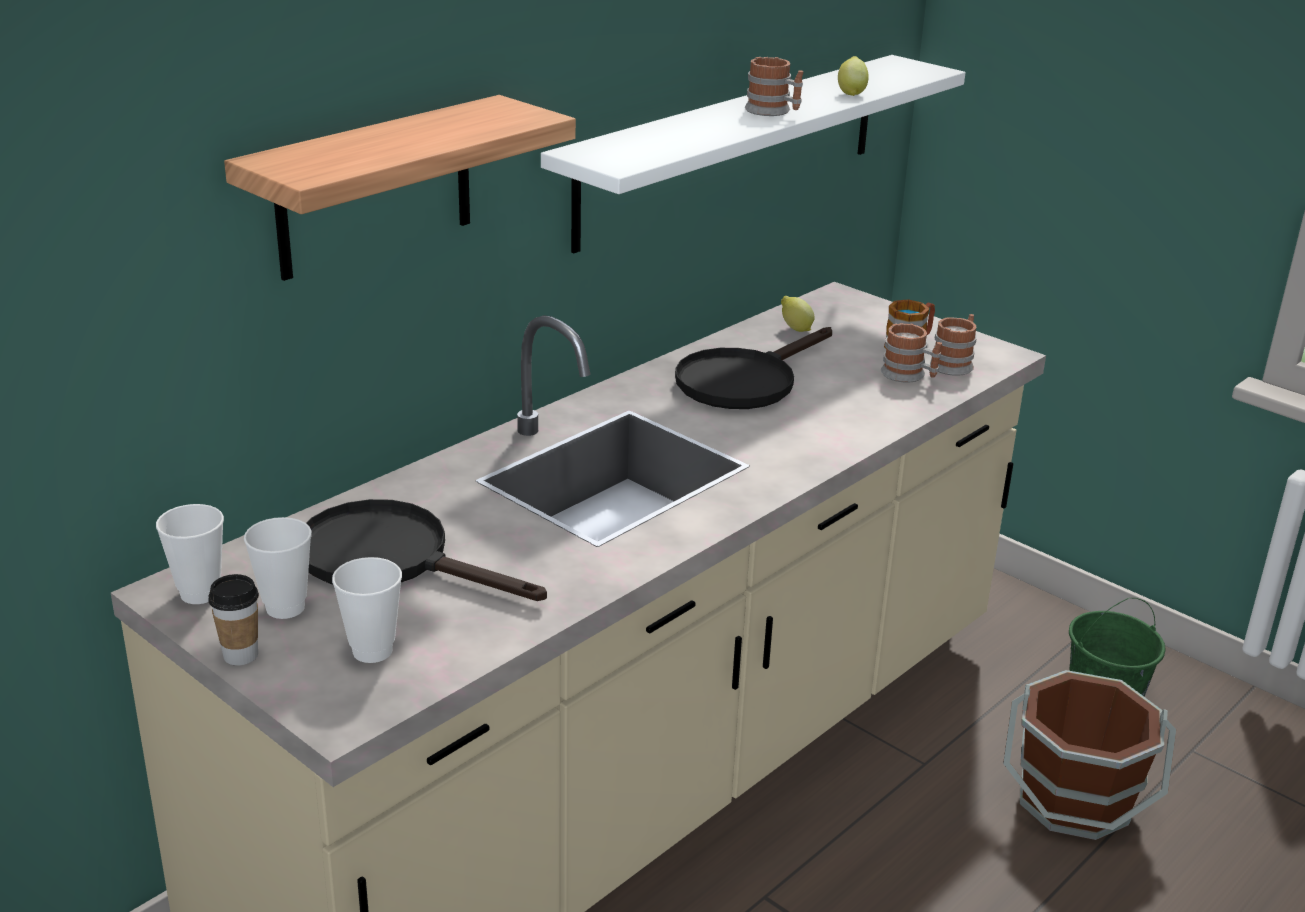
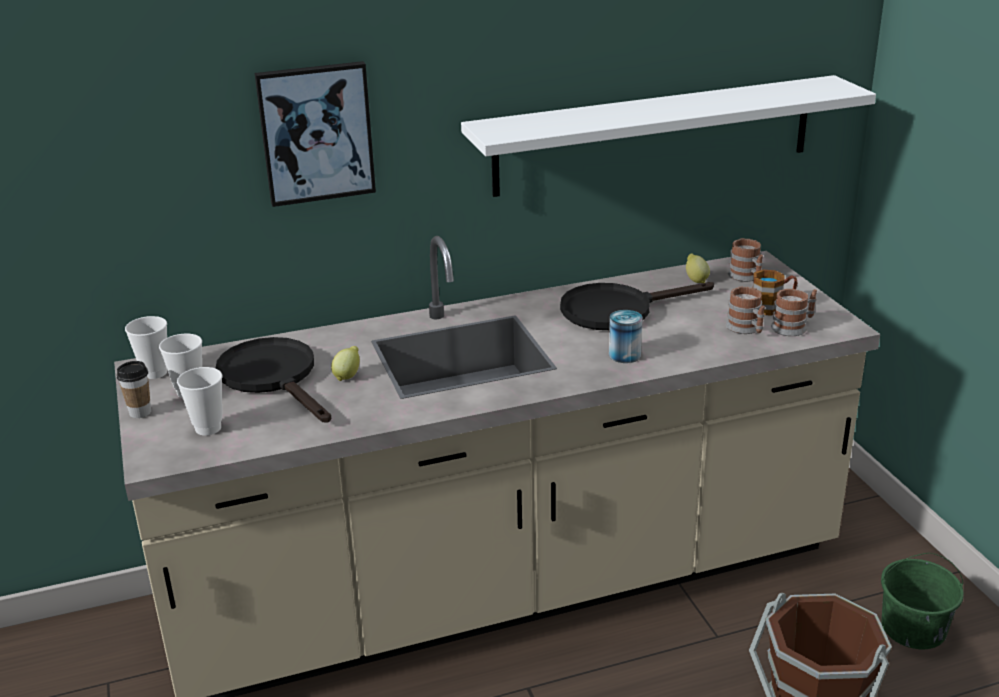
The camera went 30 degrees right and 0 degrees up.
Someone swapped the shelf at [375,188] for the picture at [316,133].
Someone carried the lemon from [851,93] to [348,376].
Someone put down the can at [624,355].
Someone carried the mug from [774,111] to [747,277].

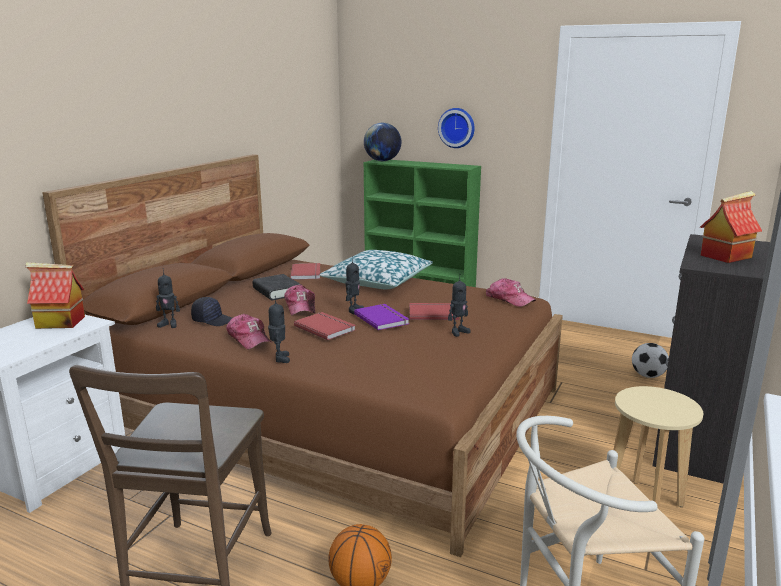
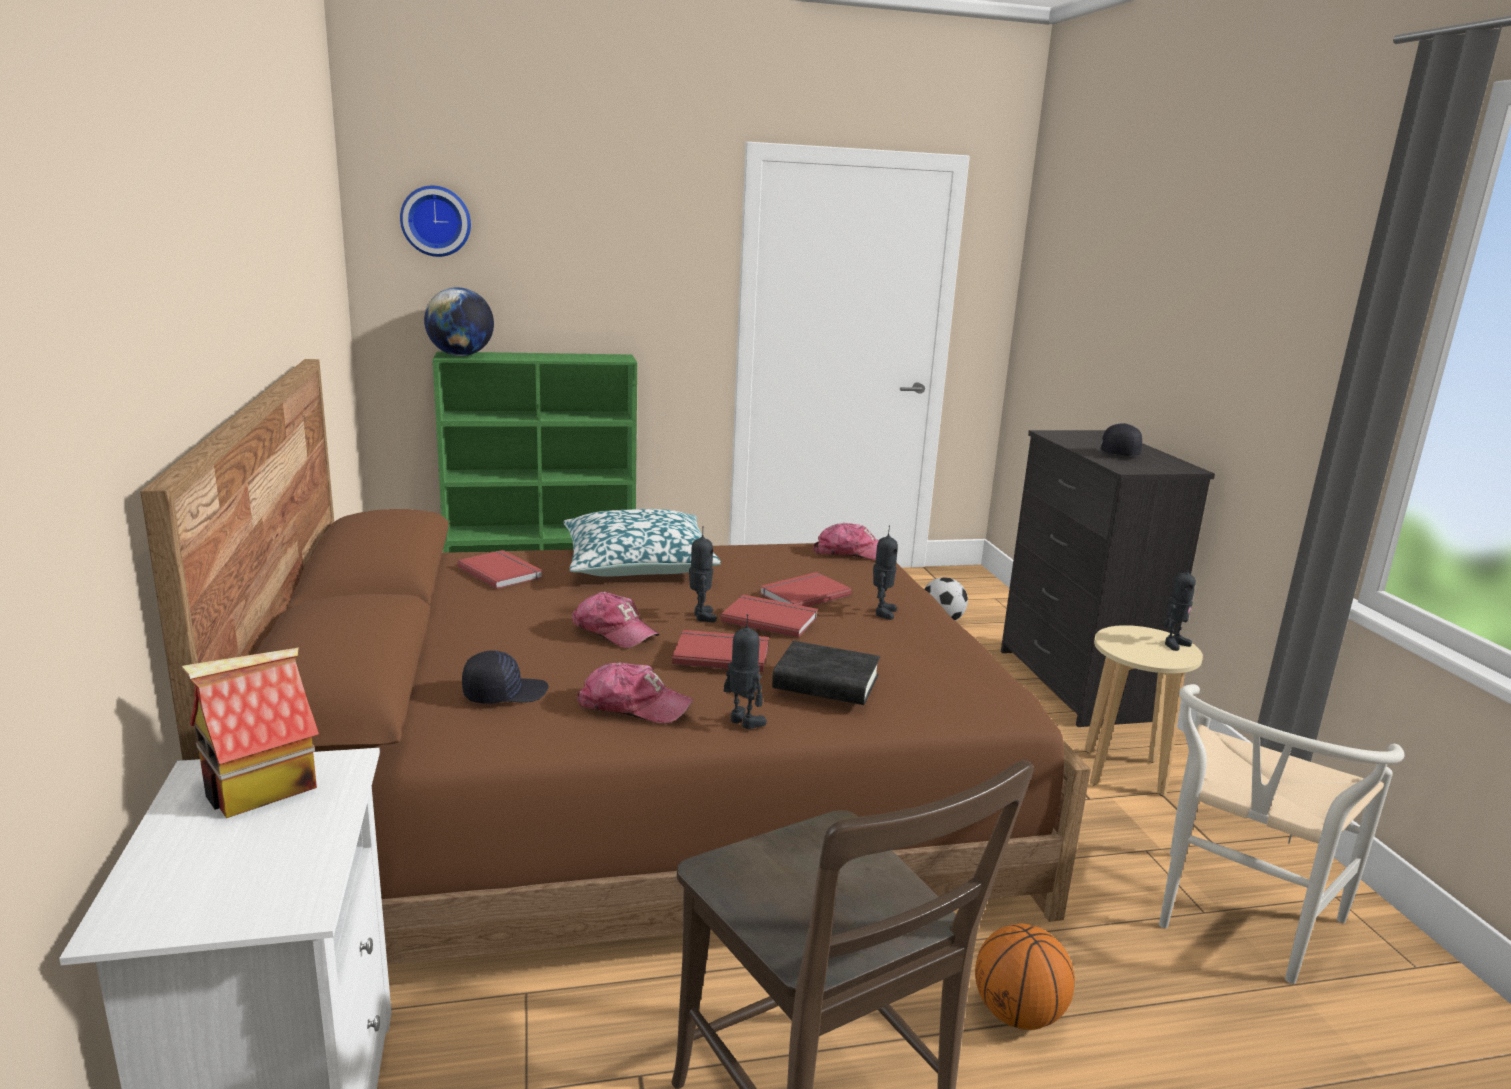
The camera went 40 degrees left and 0 degrees up.
Someone carried the wall clock from [457,127] to [436,221].
Someone repainted the purple book at [382,318], which became the red book at [770,618].
Someone carried the black book from [277,291] to [826,682].
Someone swapped the toy house at [725,256] for the black cap at [1119,453].
Someone carried the toy robot from [169,324] to [1173,644].

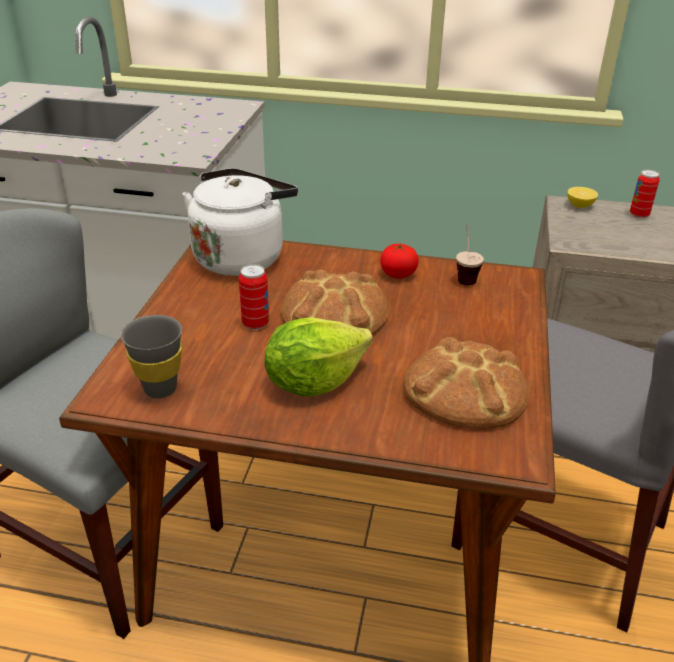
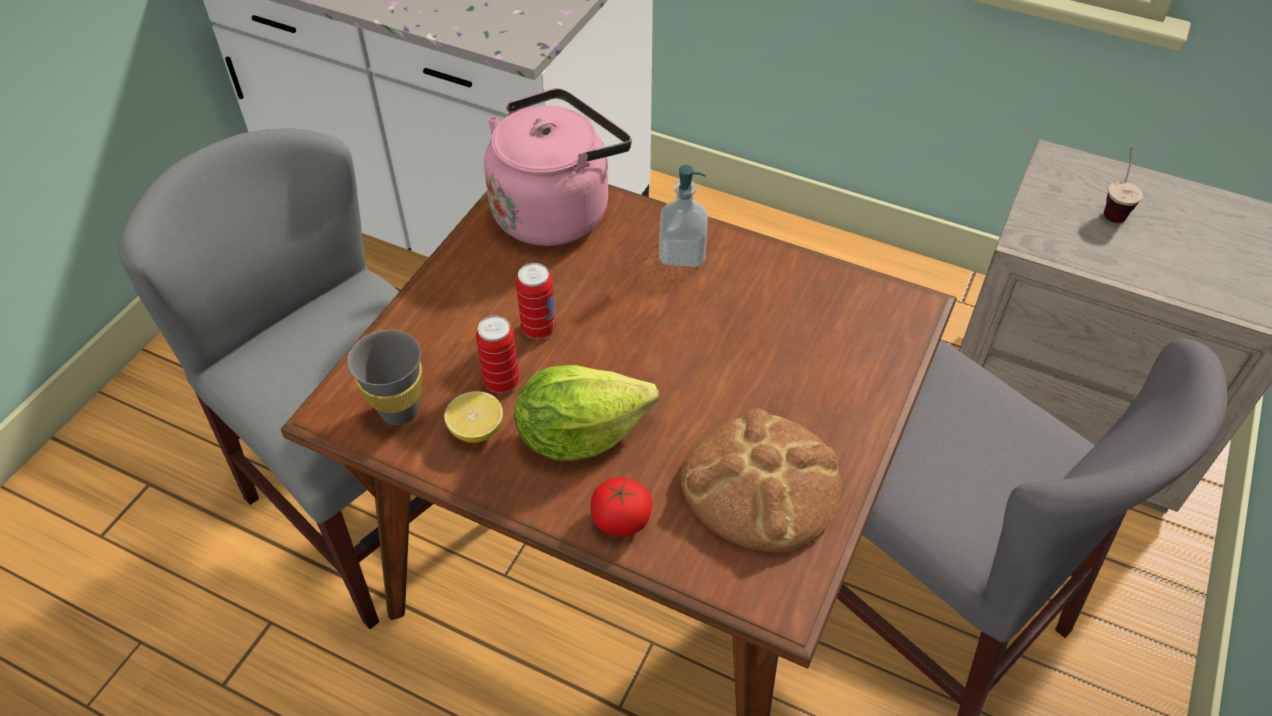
The camera went 15 degrees right and 15 degrees up.
Someone carried the lemon from [580,205] to [476,430].
Someone carried the can from [639,215] to [502,382].
Someone repainted the white kettle at [241,256], which became the pink kettle at [556,210].
Someone carried the tomato from [398,274] to [621,520].
Someone put down the soap dispenser at [682,253].
Someone carried the cup from [465,275] to [1114,207].
Someone took away the bread at [335,313].

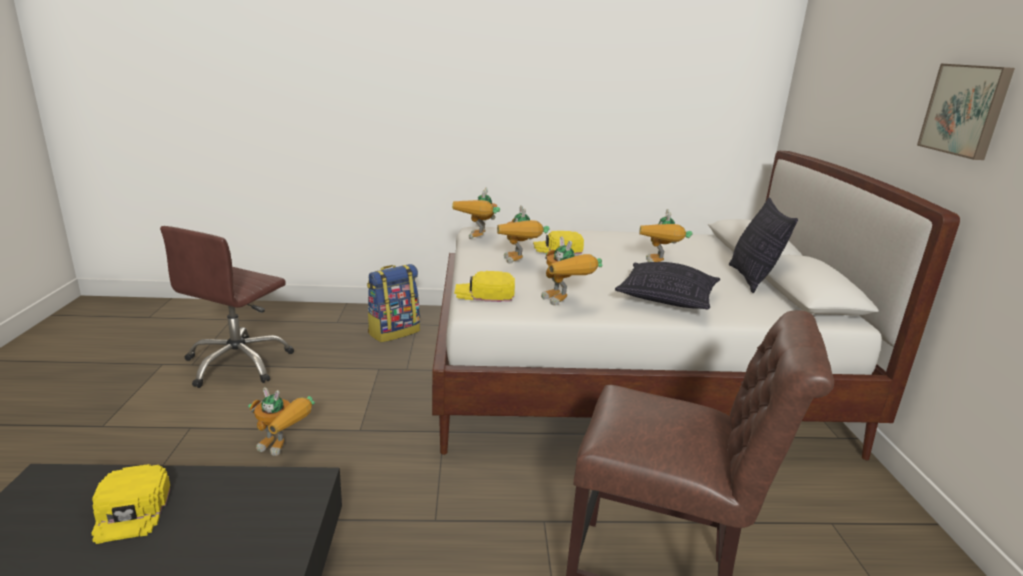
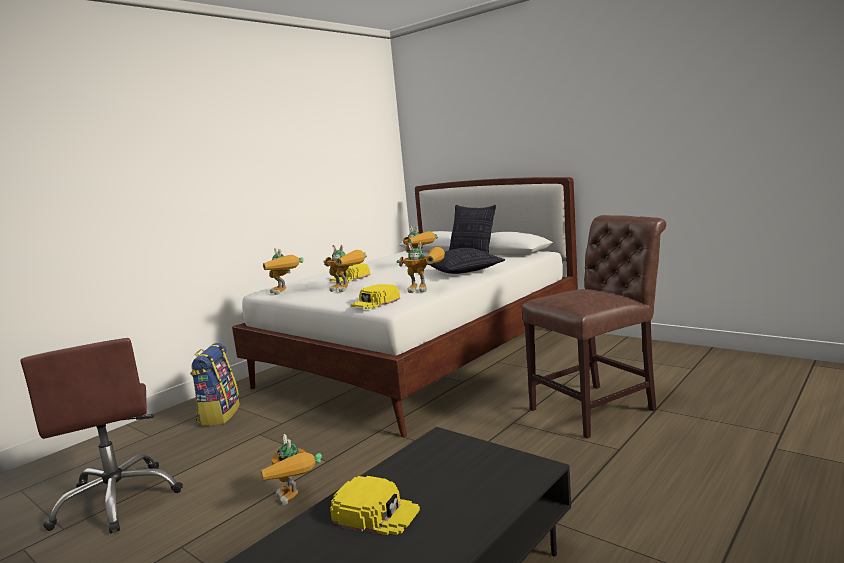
The camera went 45 degrees left and 10 degrees down.
Someone rotated the toy robot at [284,447] by 90 degrees clockwise.
Someone took away the picture at [966,110].

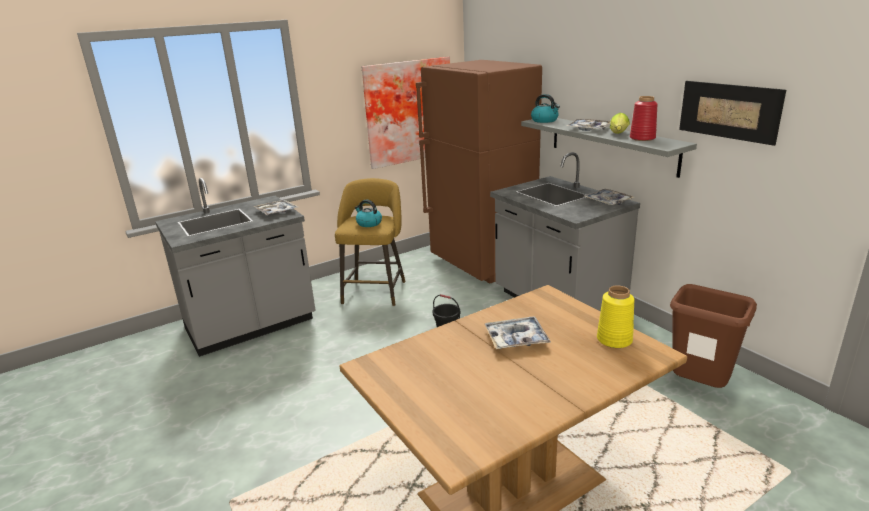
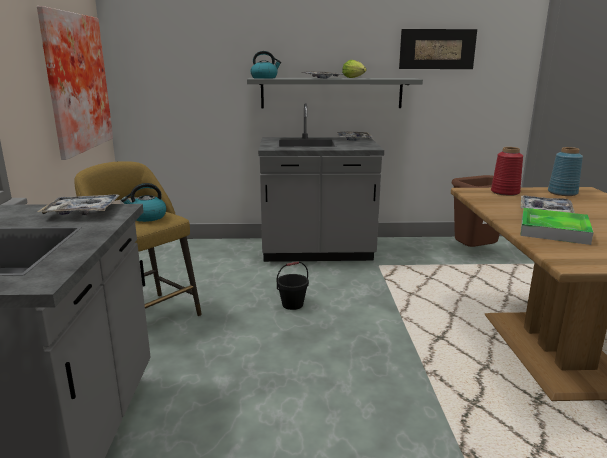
The camera went 60 degrees left and 5 degrees down.
Someone carried the red vase from [642,138] to [504,192].
Someone put down the tray at [553,230].
Someone repainted the yellow vase at [614,339], which became the blue vase at [562,193].
Someone took away the brown fridge at [482,264].

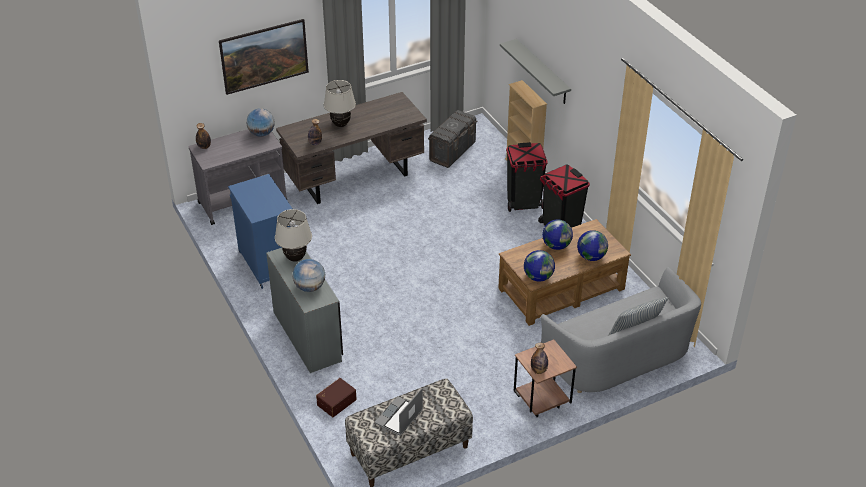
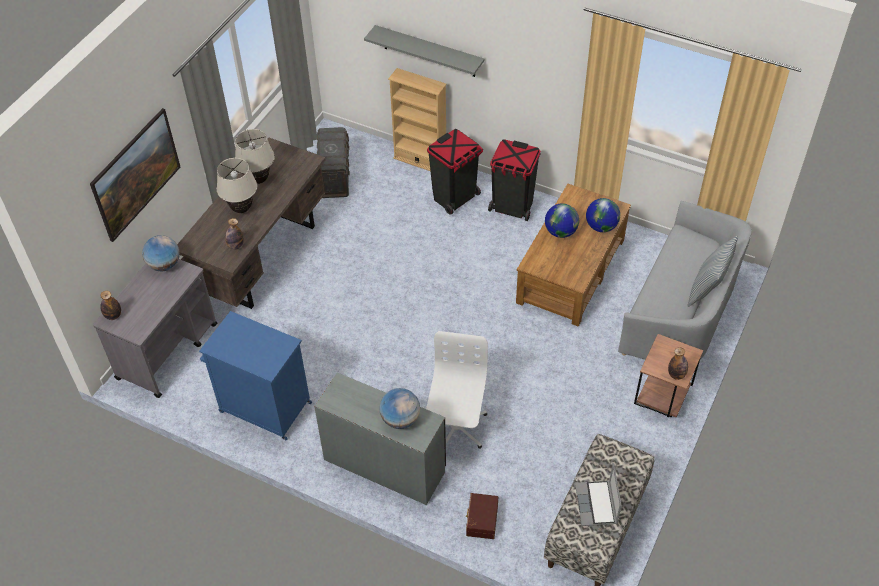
The camera went 35 degrees left and 10 degrees up.
Someone carried the beige table lamp from [295,258] to [258,180].
Someone put down the white office chair at [455,427].
Someone took away the globe at [538,277].

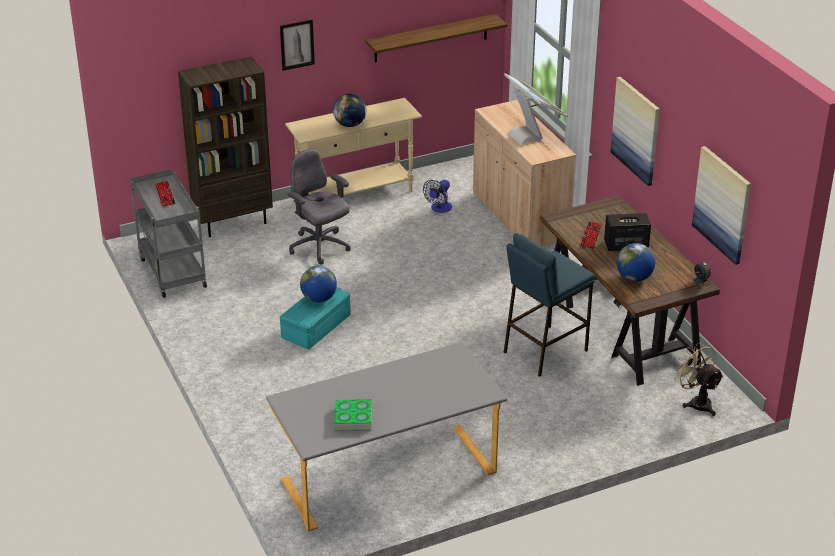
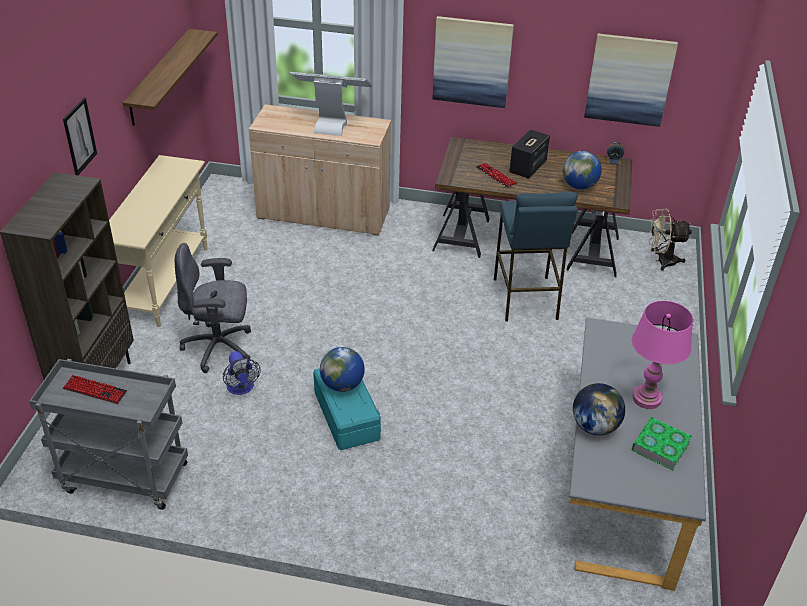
The camera went 55 degrees left and 5 degrees up.
Someone carried the fan from [439,209] to [241,388].
Someone carried the globe from [350,124] to [594,426].
Someone put down the pink table lamp at [647,398].

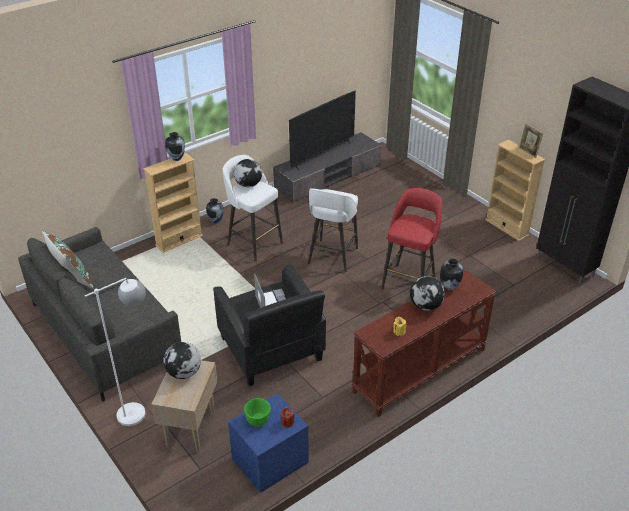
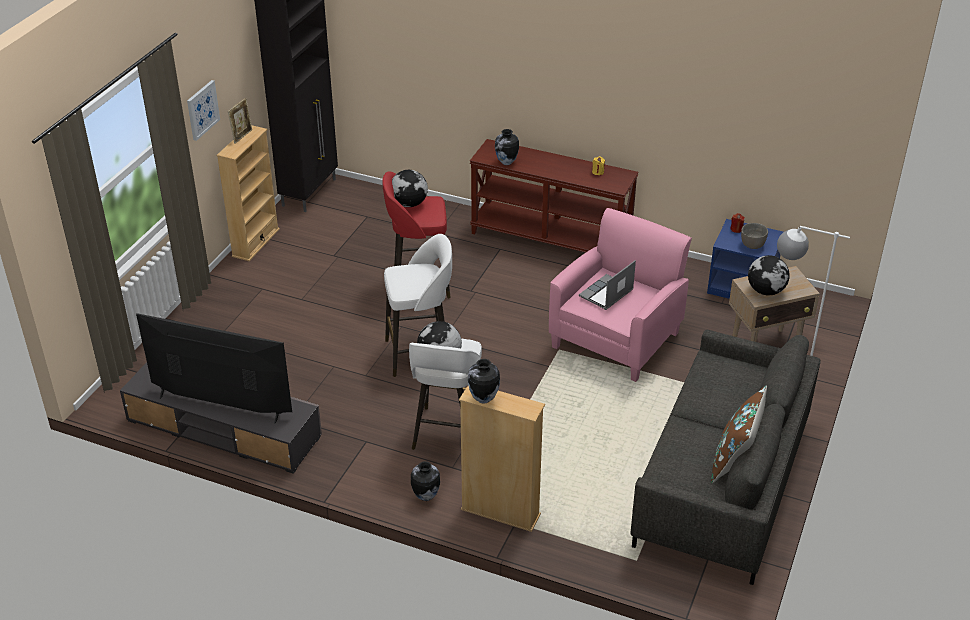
The camera went 120 degrees left and 0 degrees up.
Someone put up the picture at [202,110].
Someone carried the globe from [426,306] to [409,203].
Someone repainted the black armchair at [271,350], which became the pink armchair at [616,339].
Someone repainted the green bowl at [258,420], which became the grey bowl at [752,245].

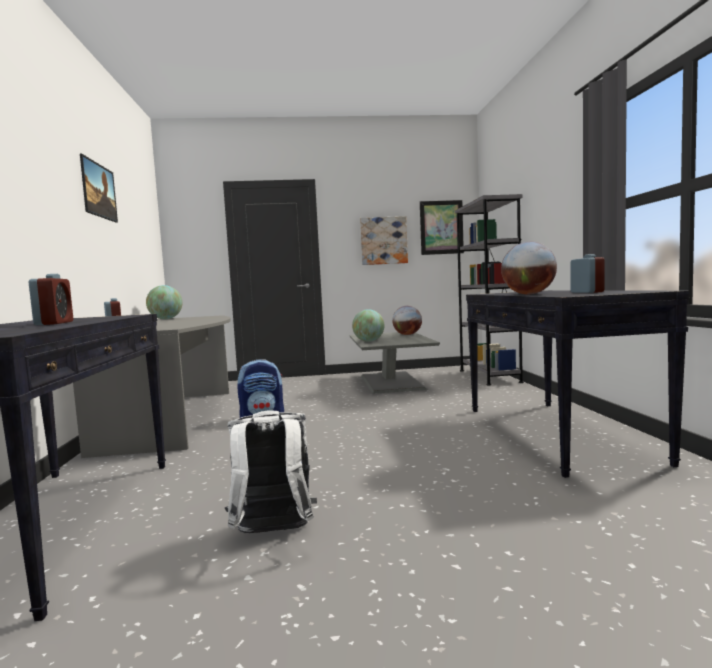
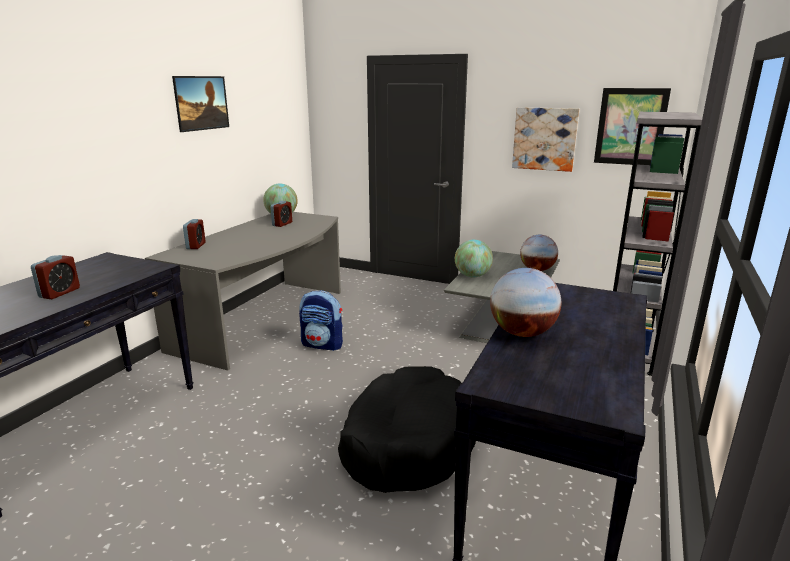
The camera went 30 degrees right and 15 degrees up.
Someone carried the alarm clock from [586,292] to [282,224].
Someone put down the black dog bed at [407,442].
Someone took away the white backpack at [273,534].

